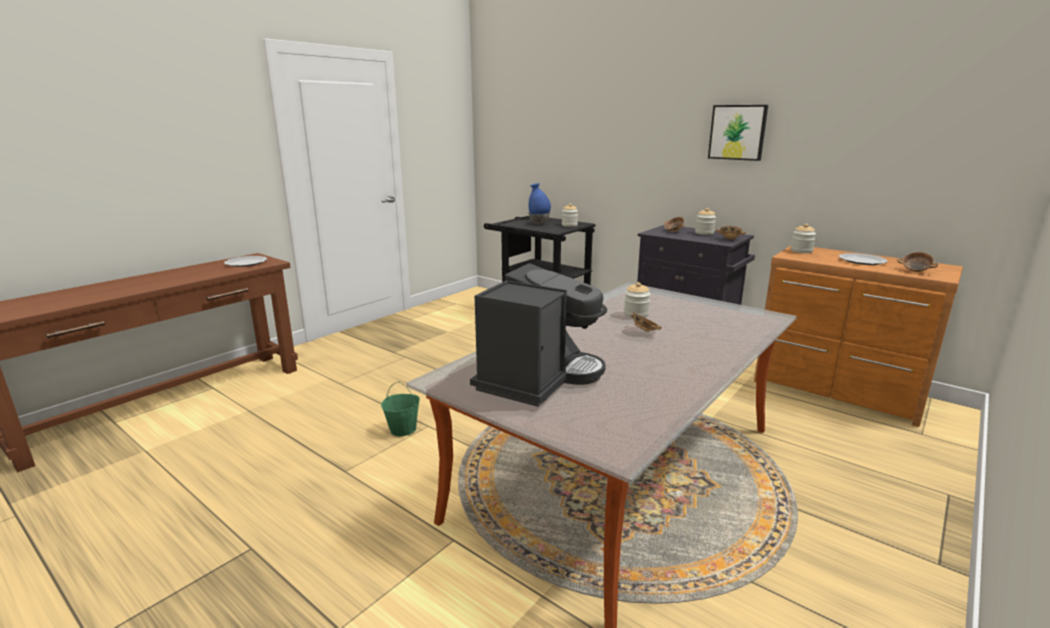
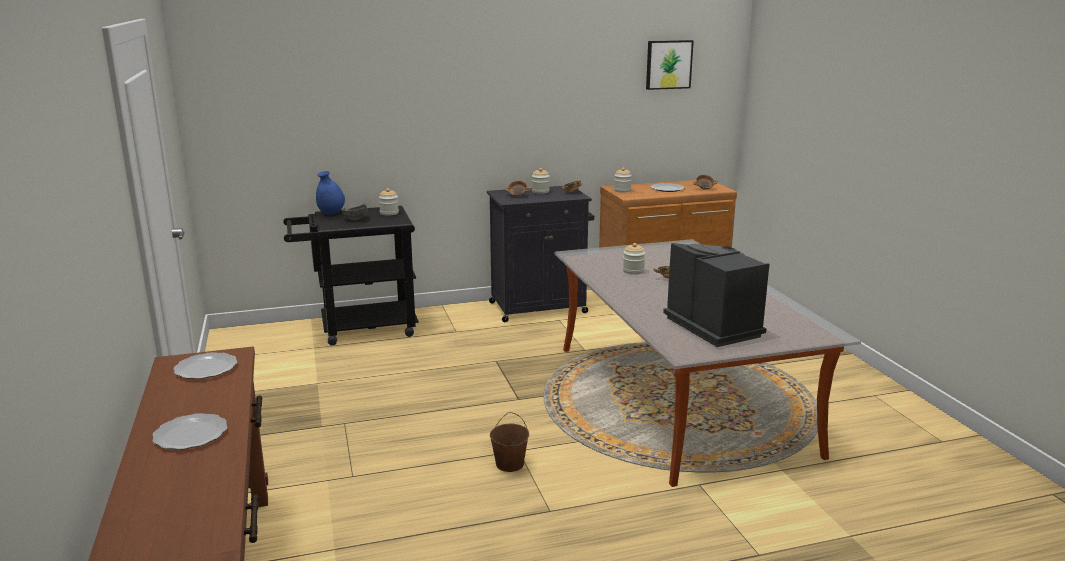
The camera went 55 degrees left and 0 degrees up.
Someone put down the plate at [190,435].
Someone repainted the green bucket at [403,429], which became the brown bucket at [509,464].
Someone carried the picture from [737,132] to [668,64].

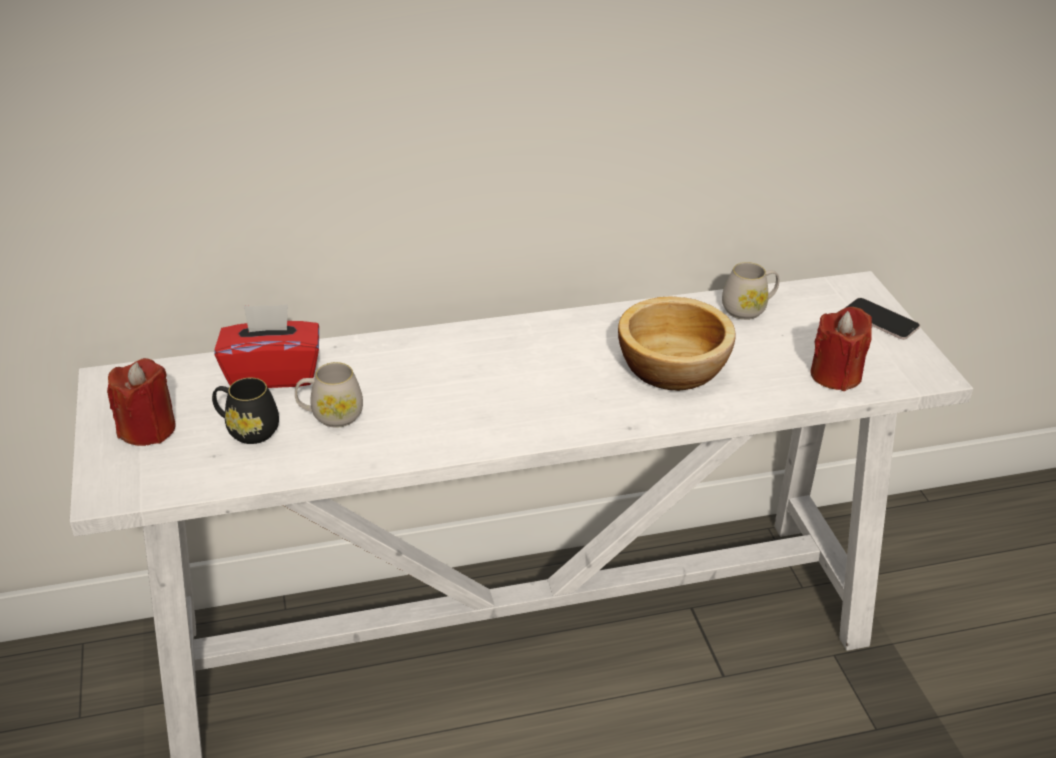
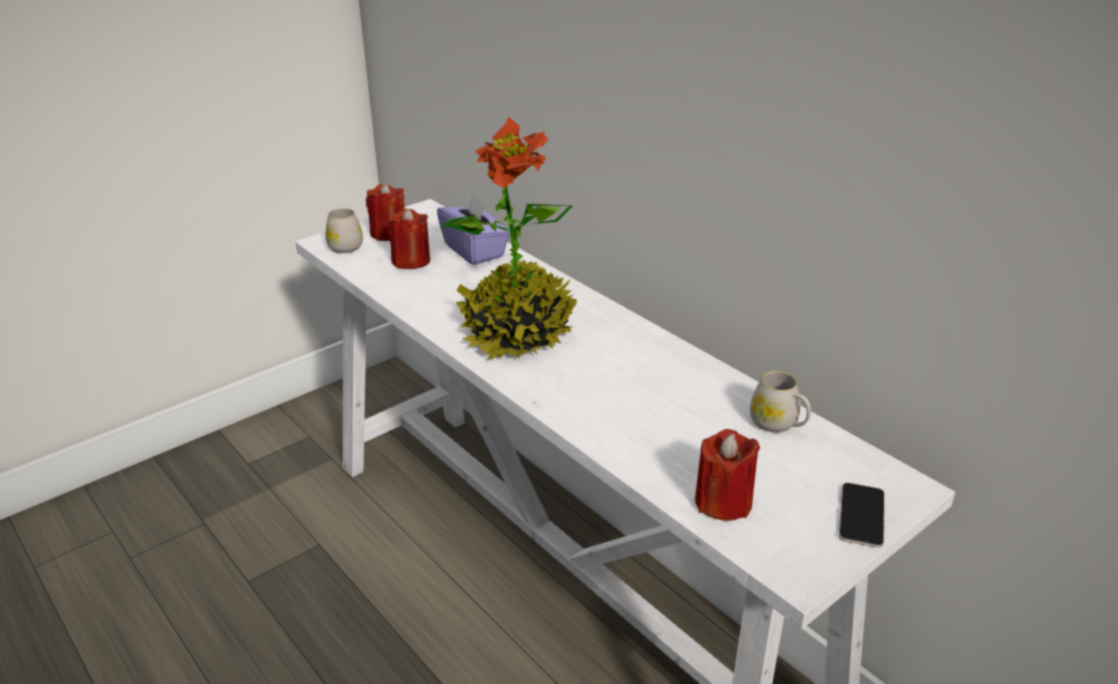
The camera went 65 degrees right and 5 degrees down.
Someone carried the white mug from [330,415] to [343,245].
Someone swapped the black mug at [247,430] for the red candle at [411,261].
Someone repainted the red tissue box at [272,373], which became the purple tissue box at [475,250].
Someone put down the potted plant at [517,333].
Someone took away the bowl at [673,367].

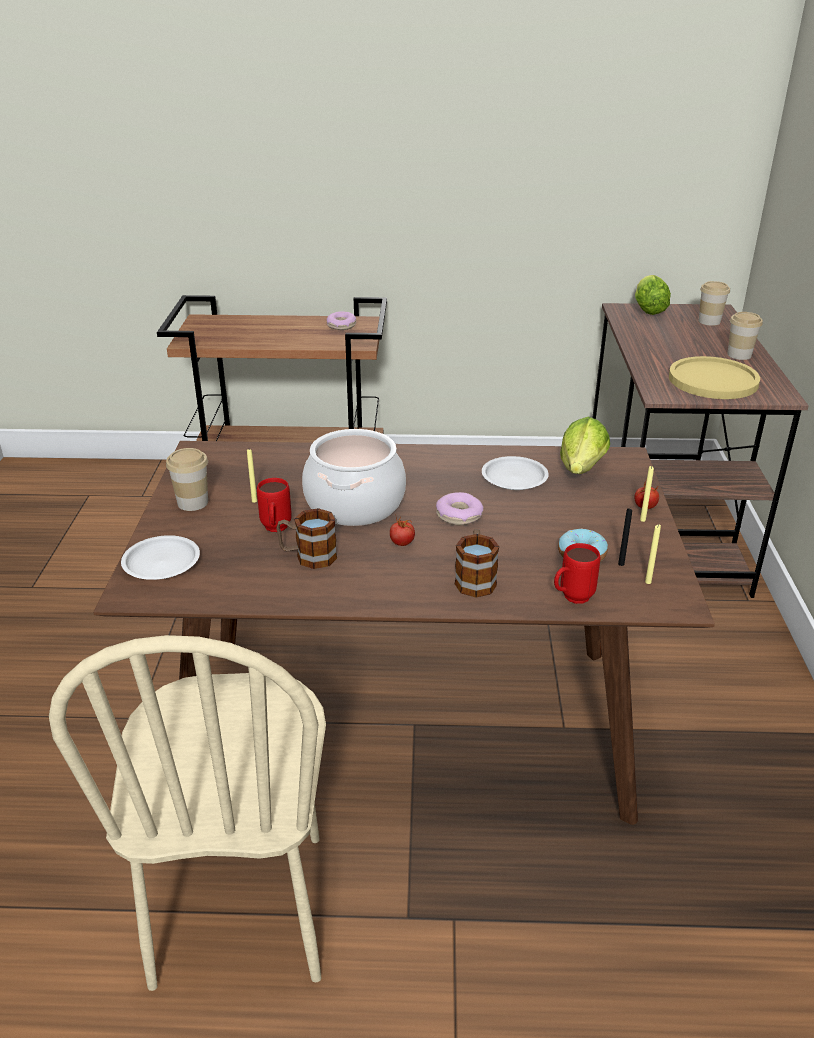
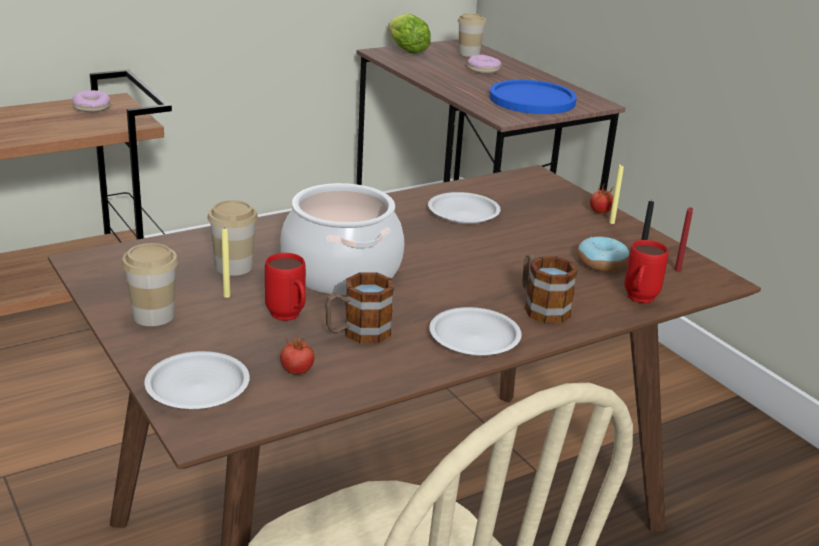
The camera went 35 degrees left and 5 degrees down.
Someone carried the cup from [739,355] to [234,267].
Someone carried the tomato from [402,543] to [297,371].
Someone put down the white plate at [474,338].
Someone carried the donut from [459,516] to [483,70].
Someone repainted the yellow plate at [713,380], which became the blue plate at [532,100].
Someone repainted the yellow candle at [648,582], which became the red candle at [677,270].
Someone took away the lettuce at [580,471].

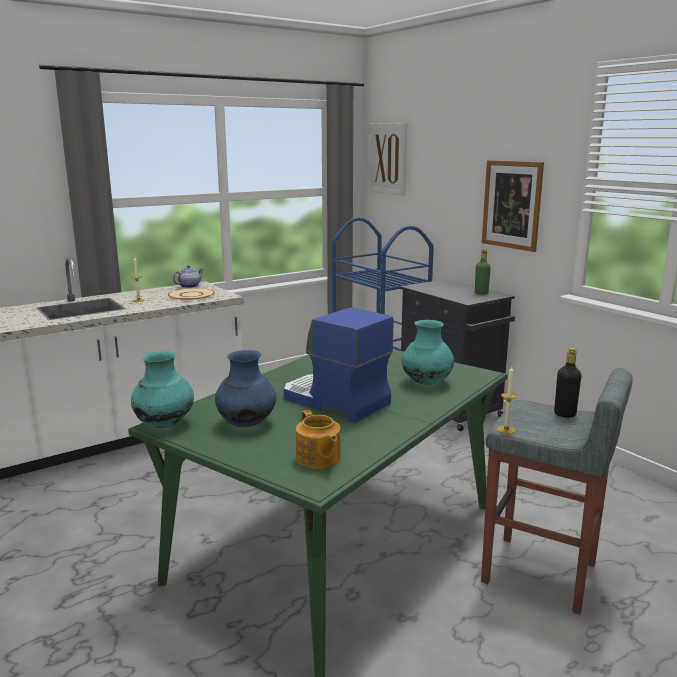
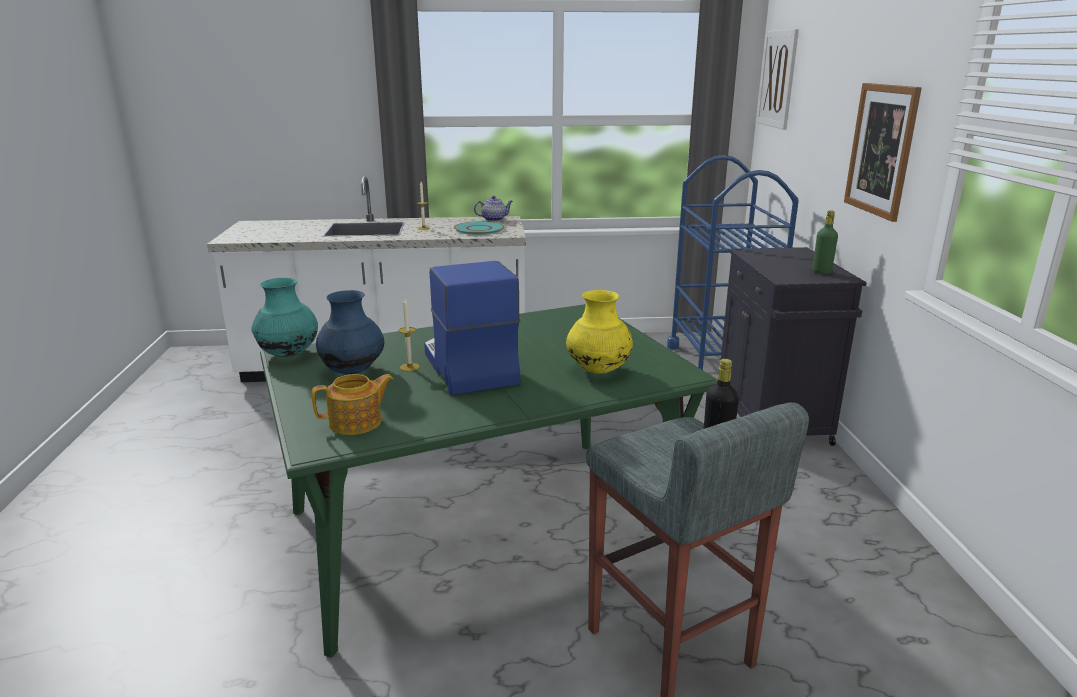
The camera went 30 degrees right and 5 degrees up.
Someone rotated the teapot at [318,459] by 120 degrees counterclockwise.
Someone carried the candle from [506,430] to [409,367].
Someone repainted the beige plate at [191,295], which became the turquoise plate at [479,229].
Someone repainted the turquoise vase at [427,383], which became the yellow vase at [598,370].

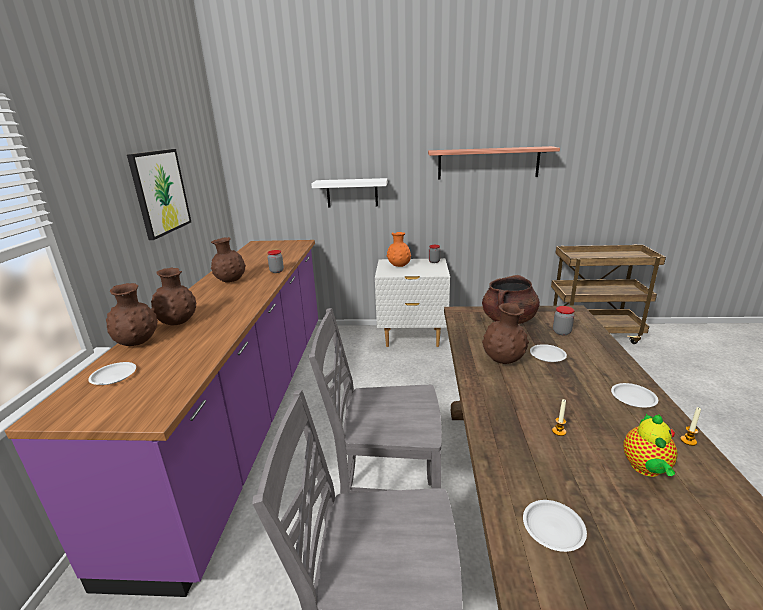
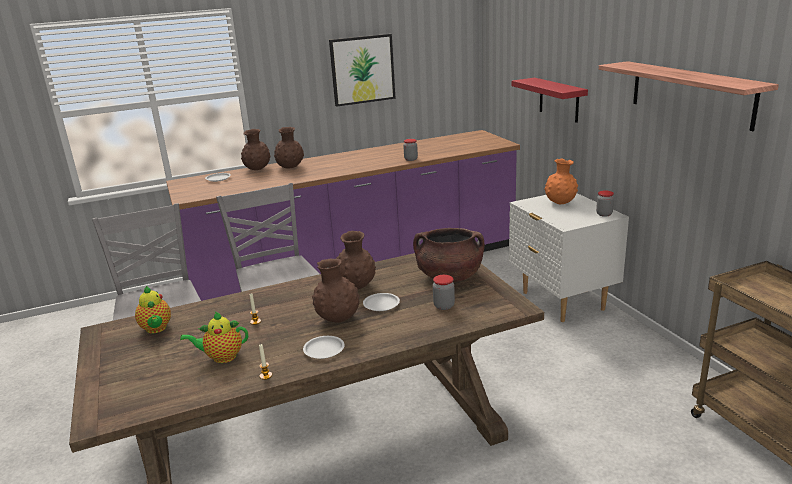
The camera went 65 degrees right and 0 degrees up.
Someone swapped the white plate at [553,528] for the teapot at [156,329].
Someone carried the brown vase from [231,281] to [338,319].
Someone repainted the white shelf at [352,193], which became the red shelf at [559,100].

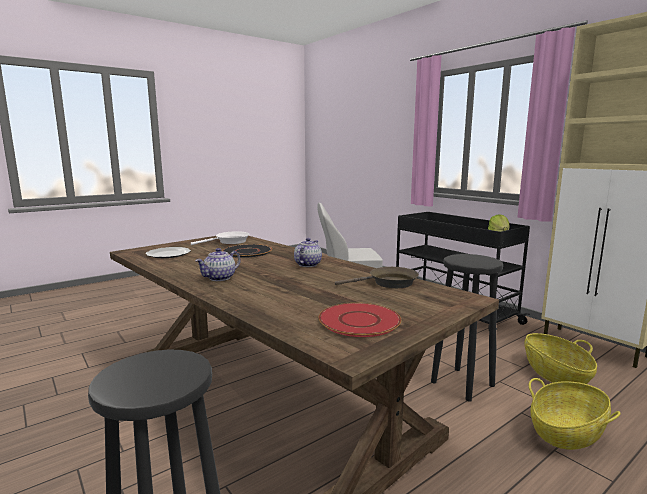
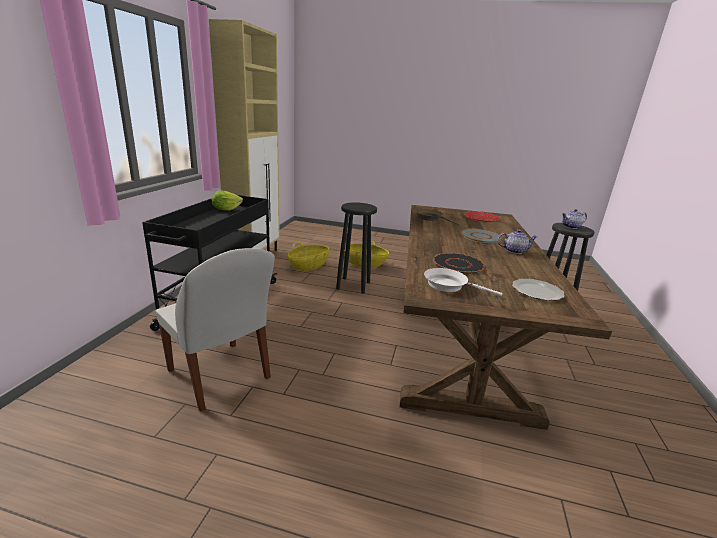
The camera went 130 degrees left and 10 degrees up.
Someone put down the grey plate at [480,236].
Someone carried the teapot from [307,264] to [571,227].

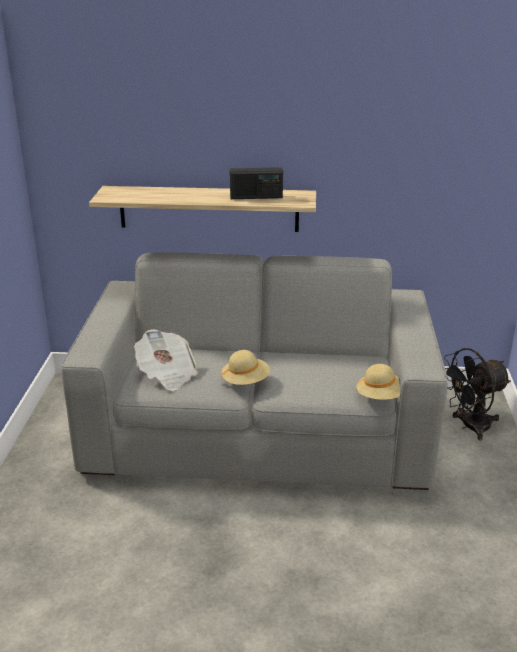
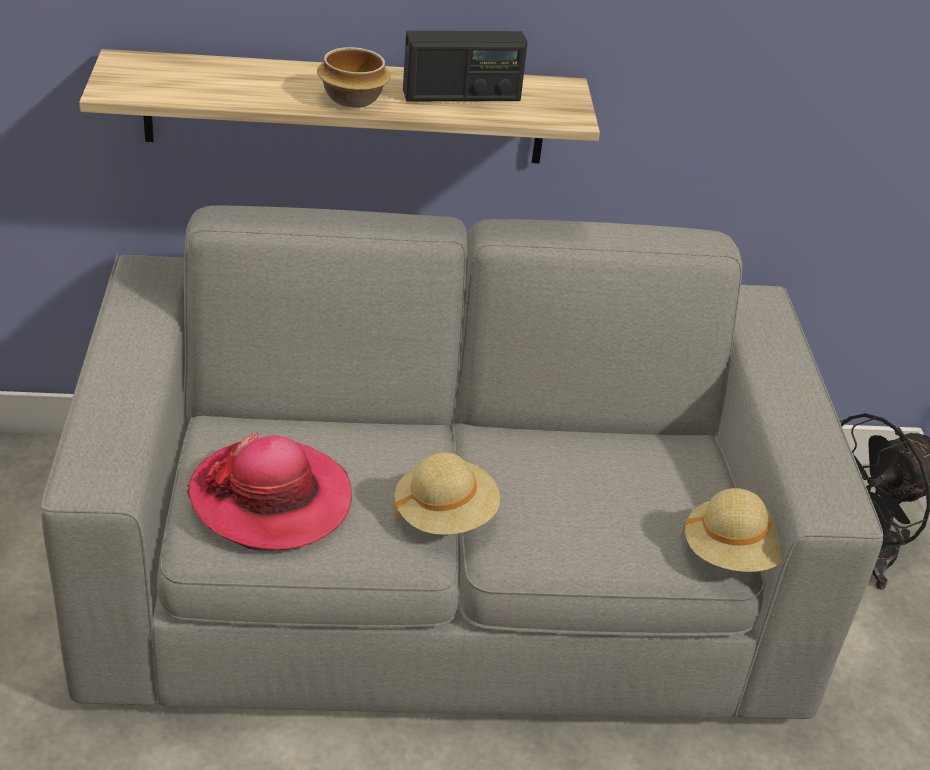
The camera went 10 degrees left and 10 degrees up.
Someone swapped the newspaper at [167,374] for the hat at [271,499].
Someone put down the bowl at [351,99].

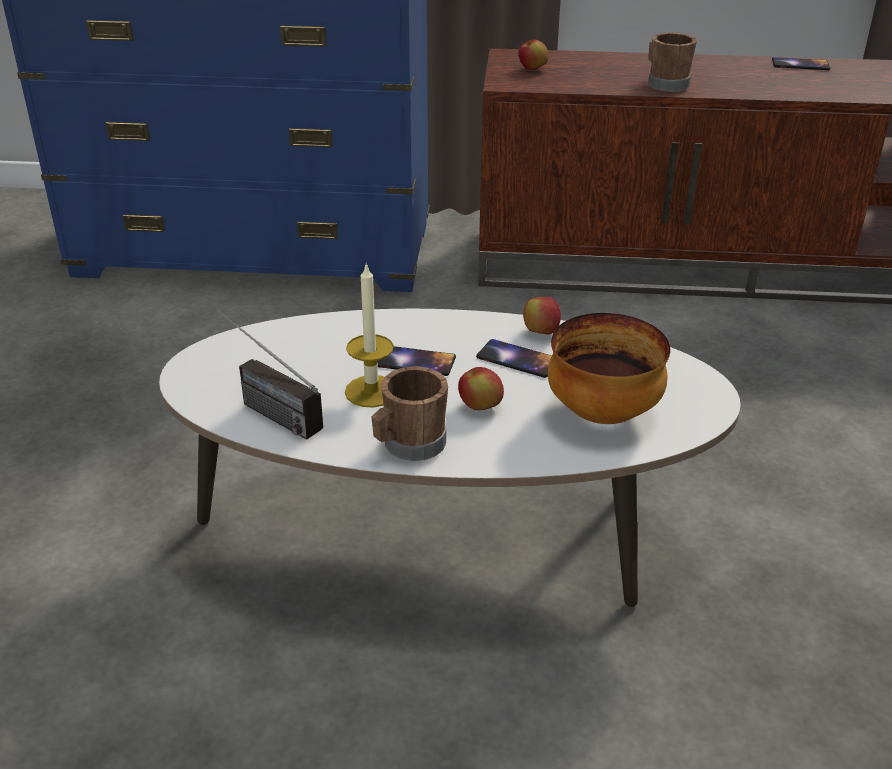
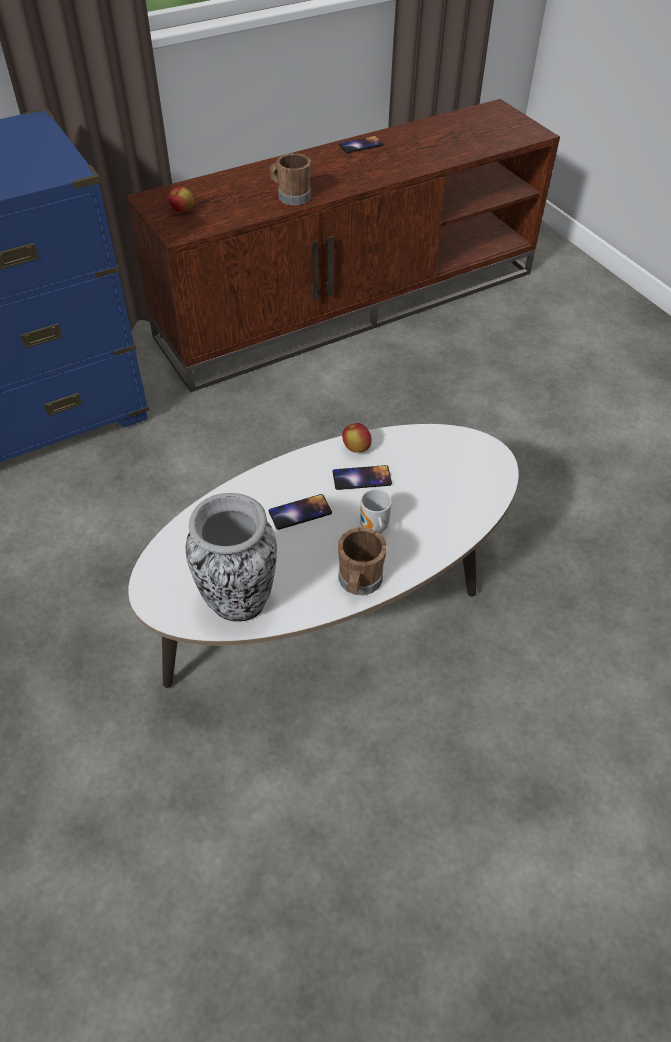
The camera went 35 degrees left and 15 degrees up.
Someone swapped the radio at [263,408] for the vase at [239,602].
Someone swapped the apple at [480,407] for the mug at [373,528].
Someone took away the candle at [371,391].
Someone took away the bowl at [604,413].

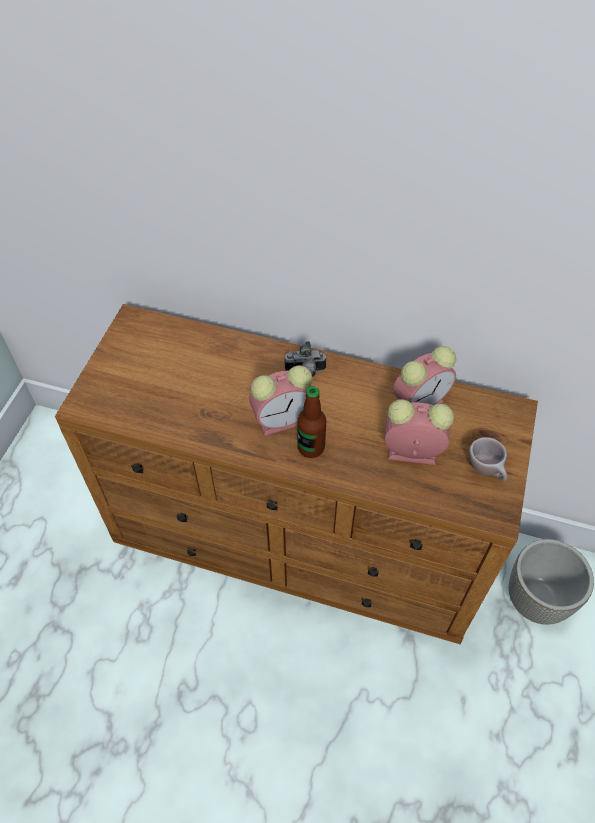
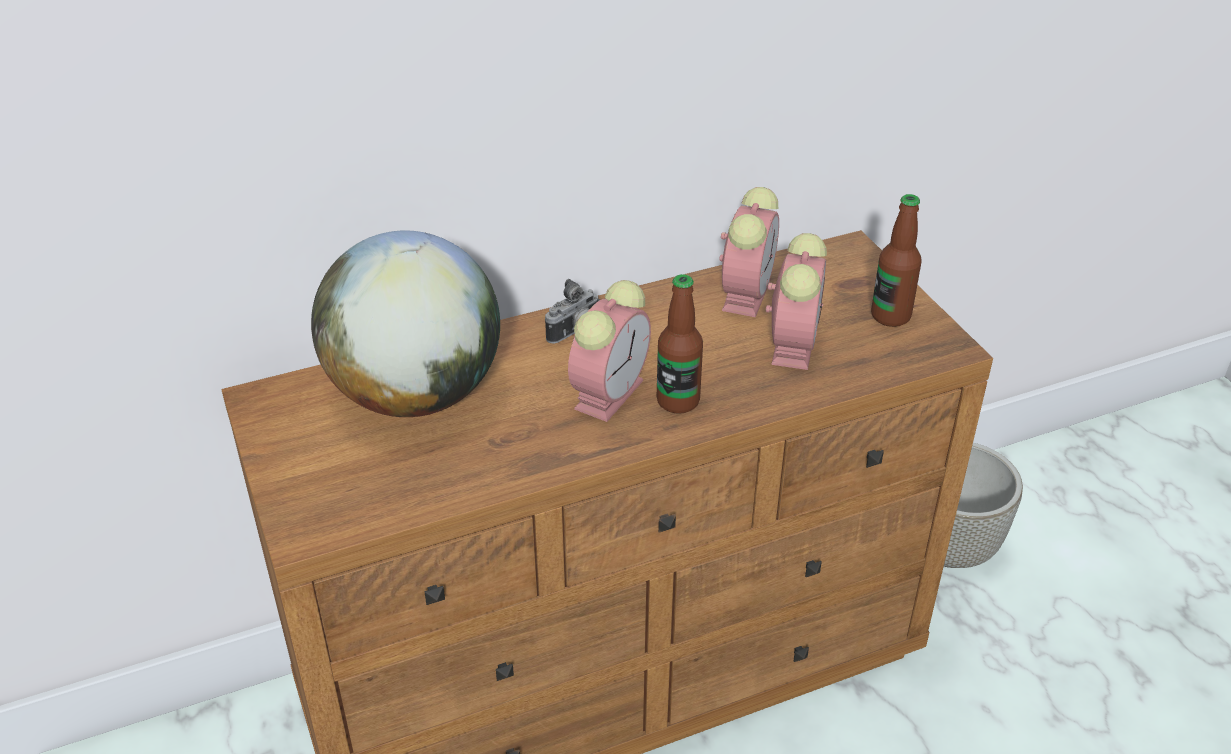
The camera went 40 degrees left and 15 degrees down.
Someone put down the globe at [416,395].
Someone rotated the alarm clock at [410,452] by 135 degrees clockwise.
Someone swapped the beige cup at [486,471] for the bottle at [890,316].

